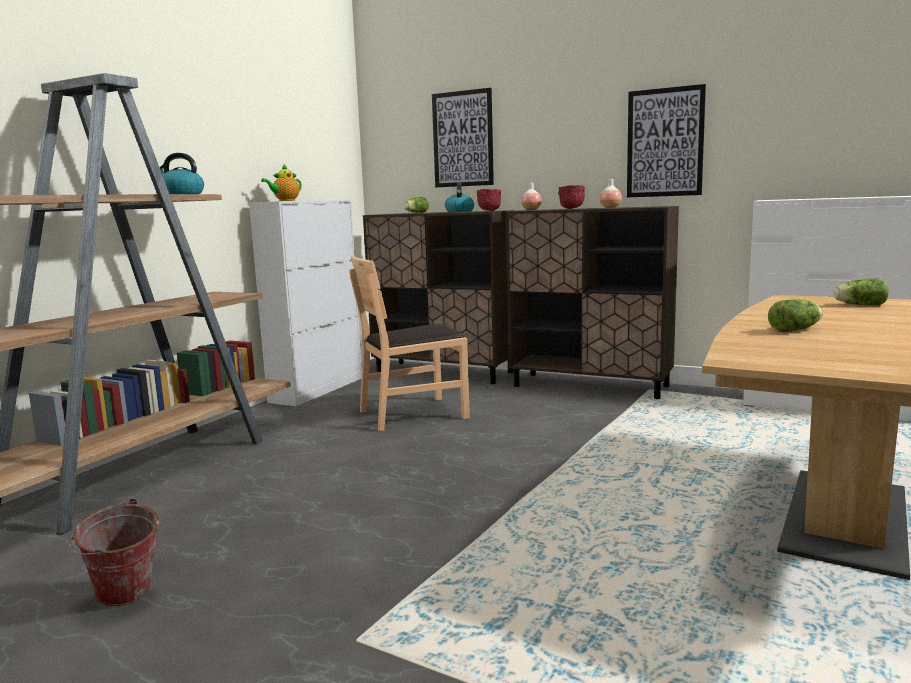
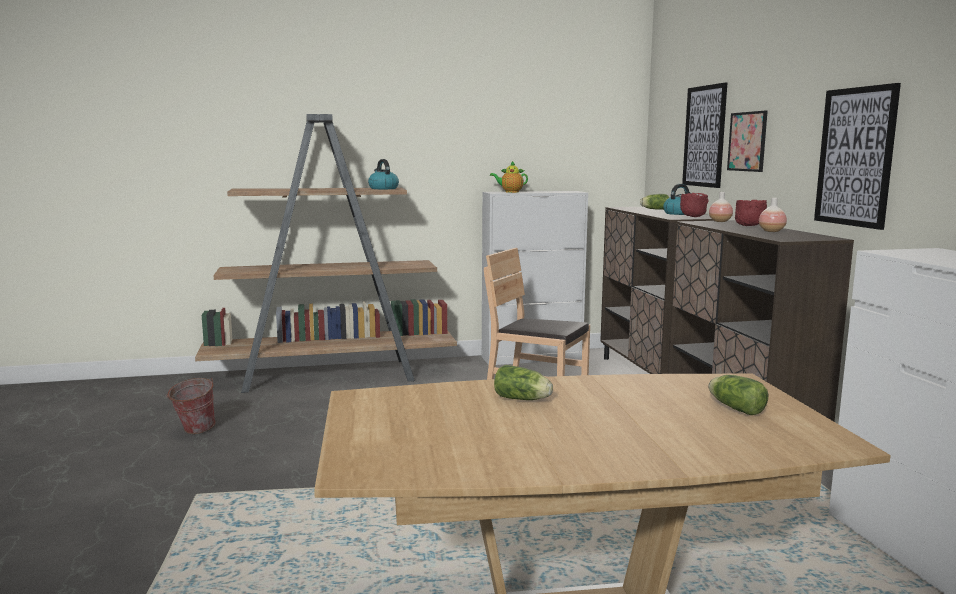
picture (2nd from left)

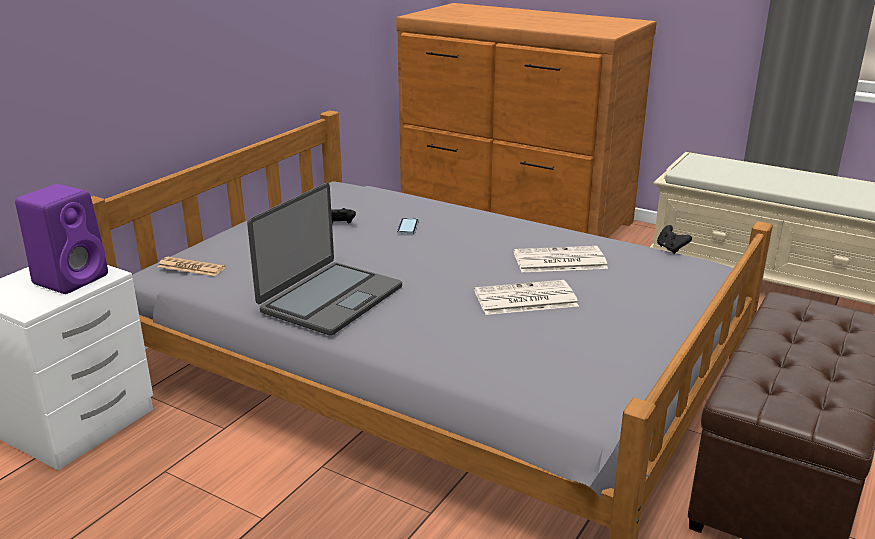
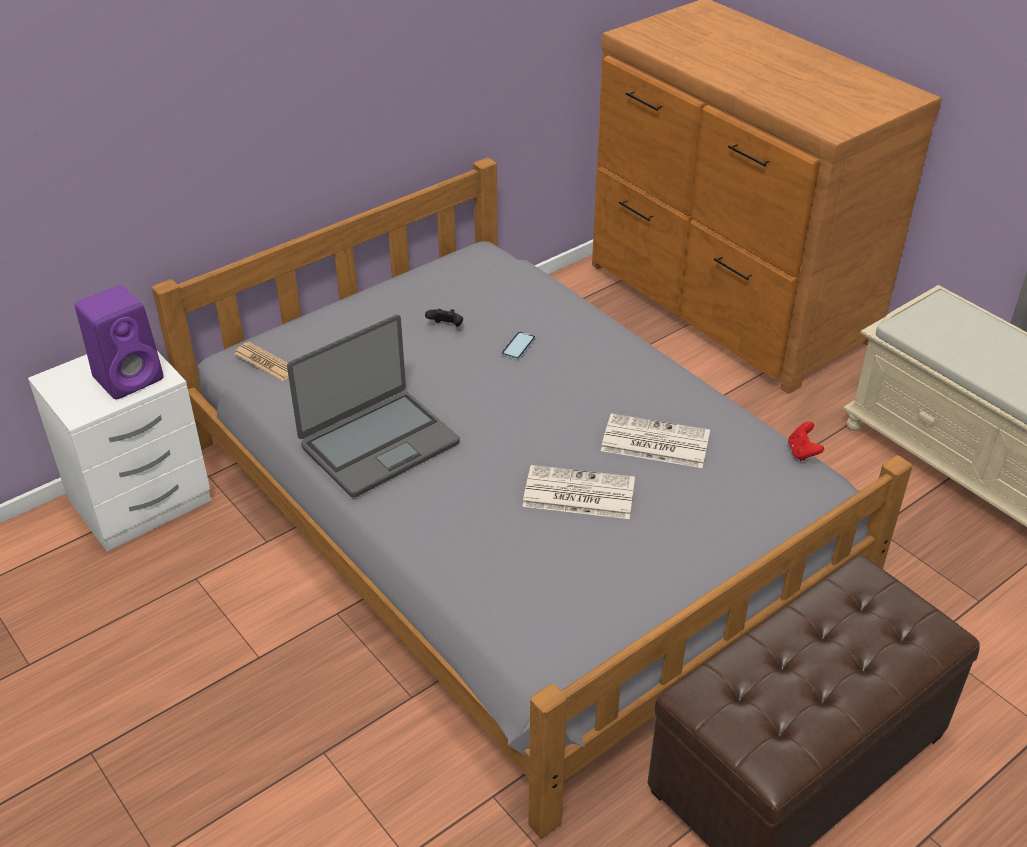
red game controller

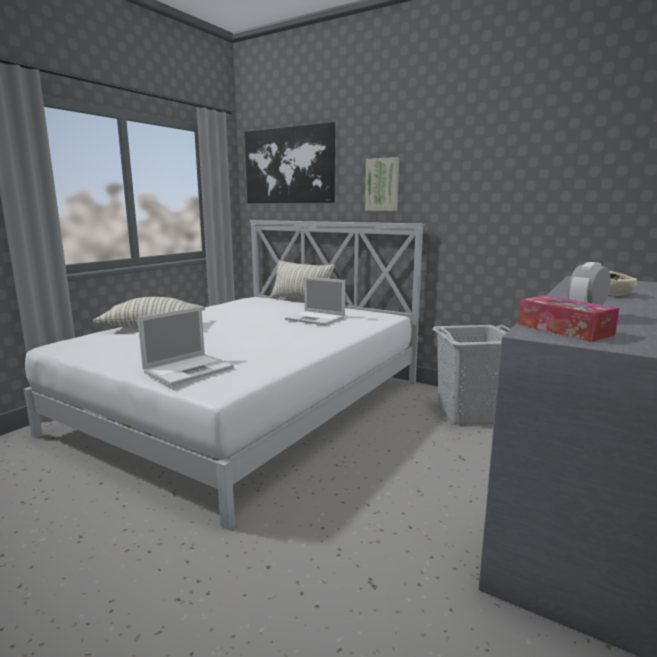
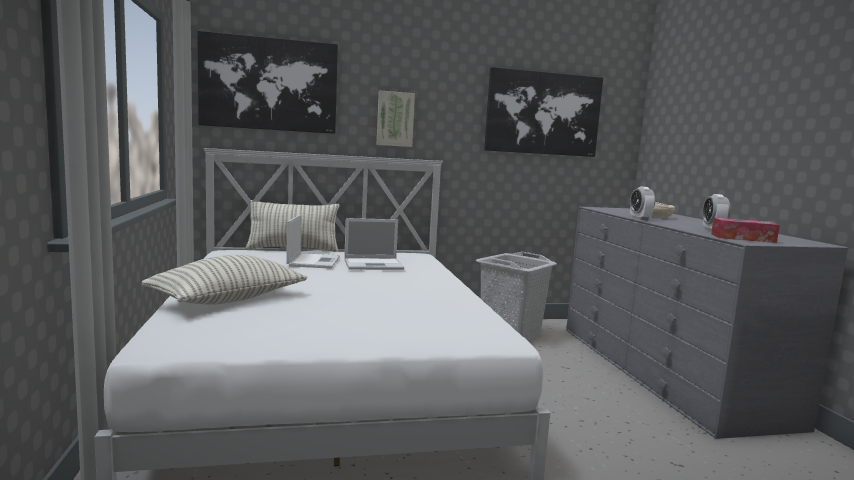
laptop (1st from left)
picture (3rd from left)
alarm clock (1st from left)

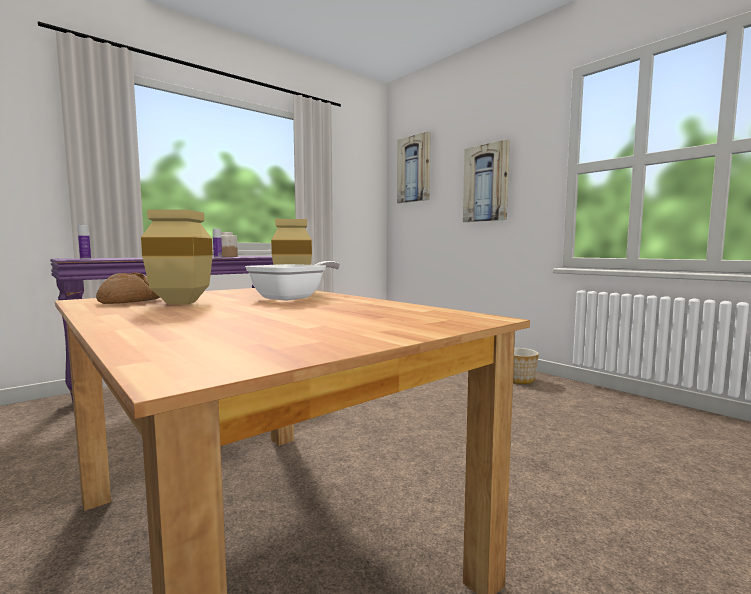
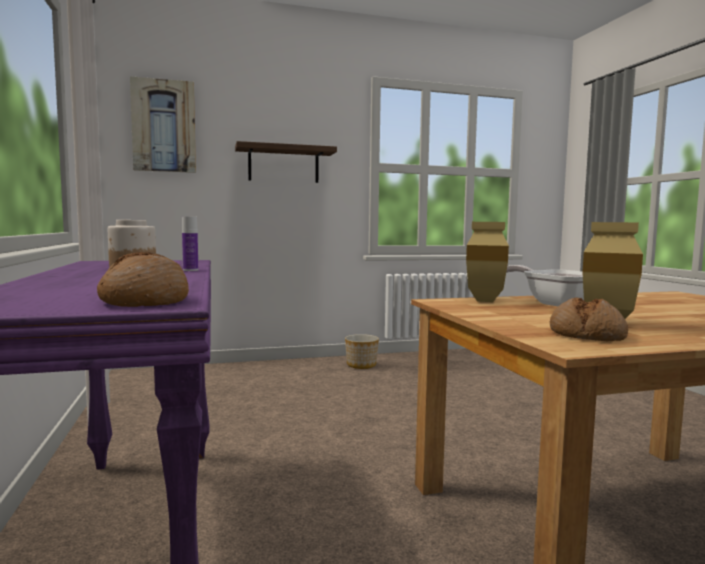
shelf
bread (1st from left)

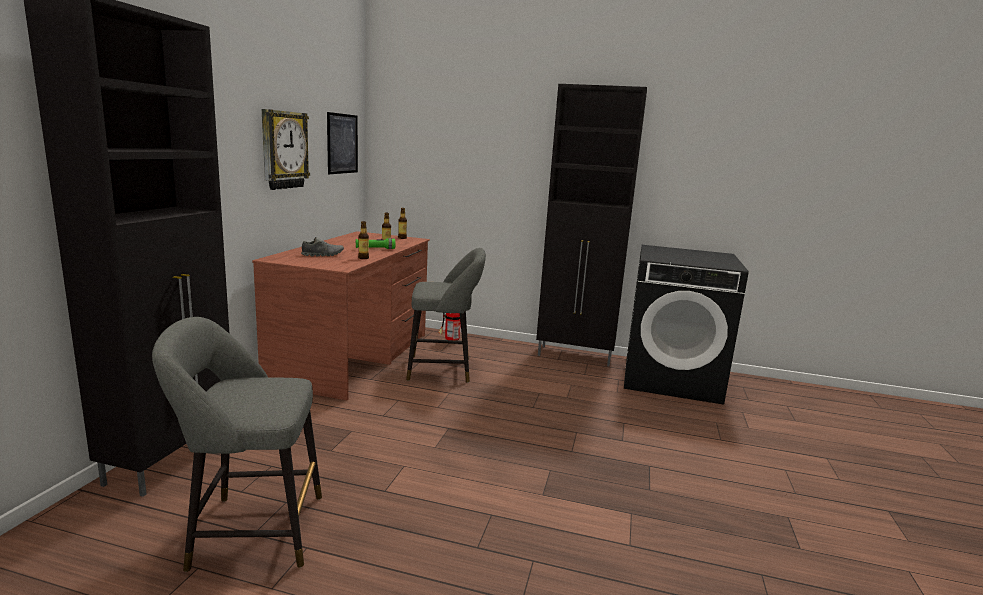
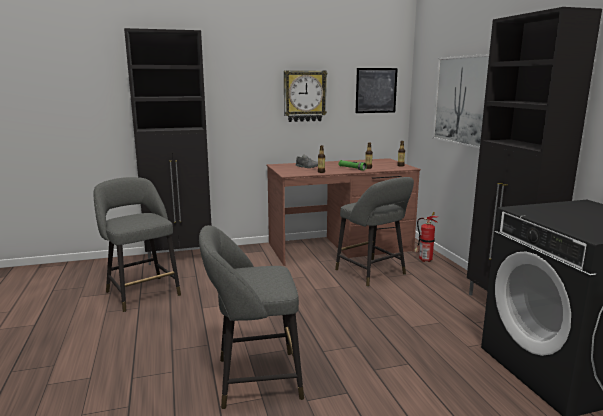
picture (2nd from left)
grey stool (2nd from left)

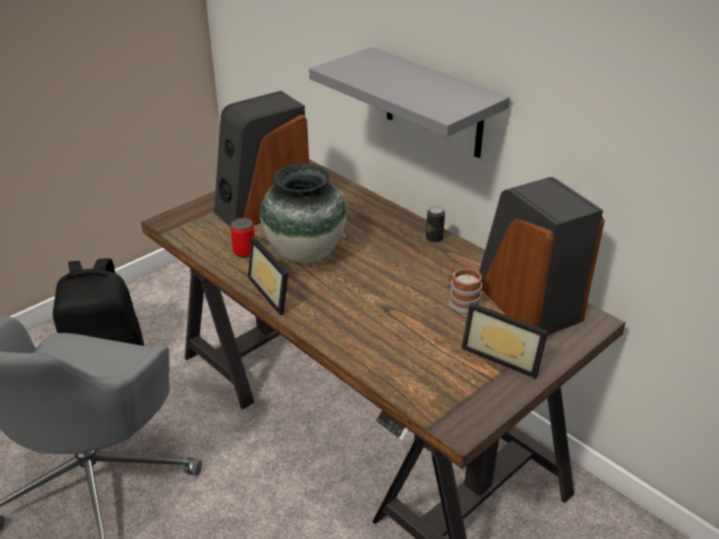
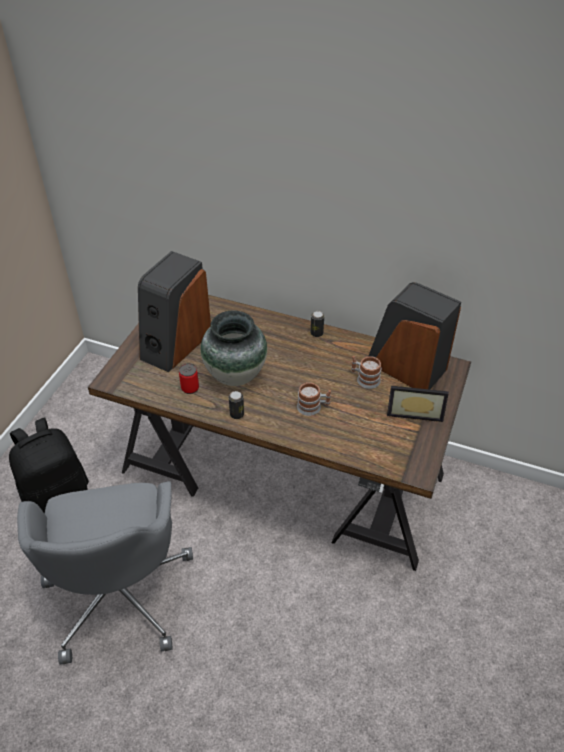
grey shelf
can (2nd from left)
mug (1st from left)

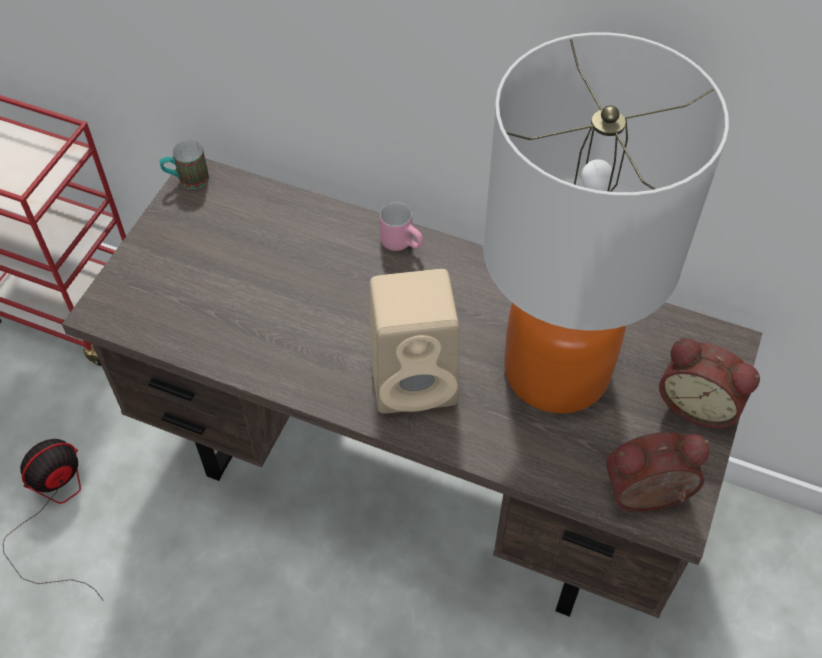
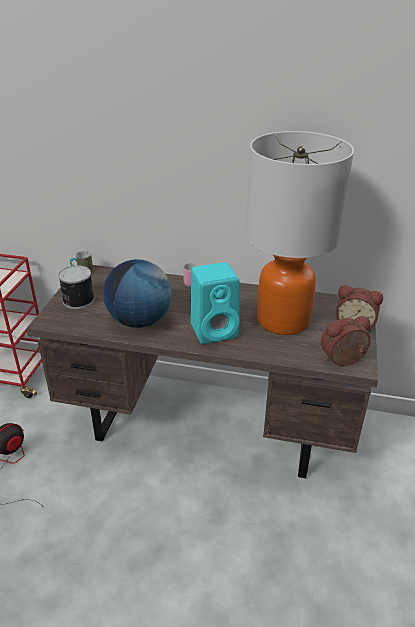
turquoise speaker
globe
can

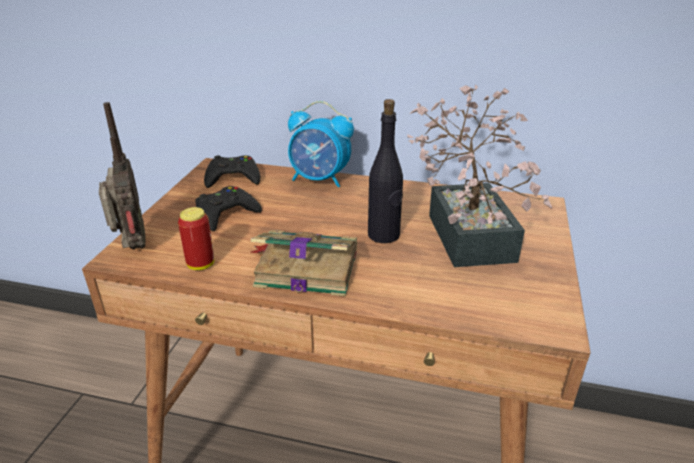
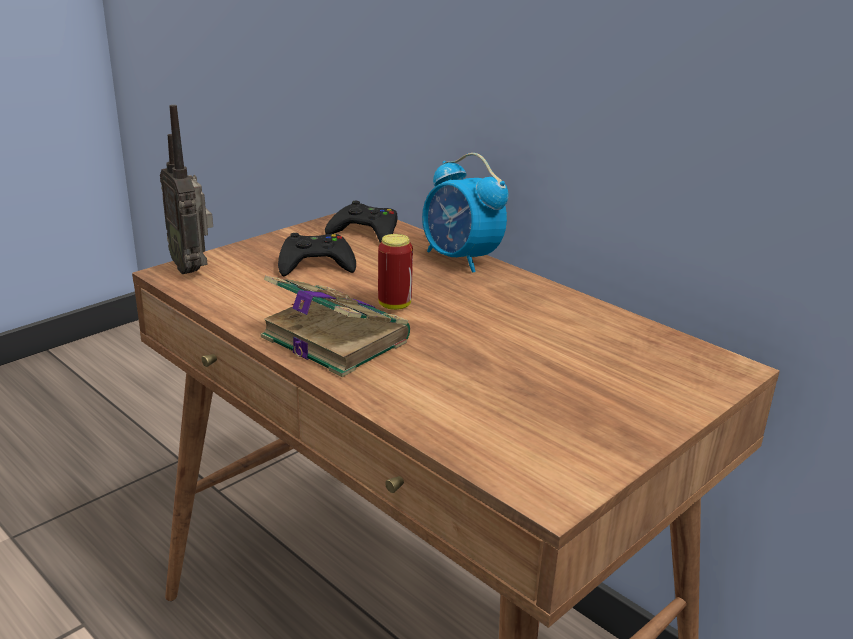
potted plant
black bottle
radio
can

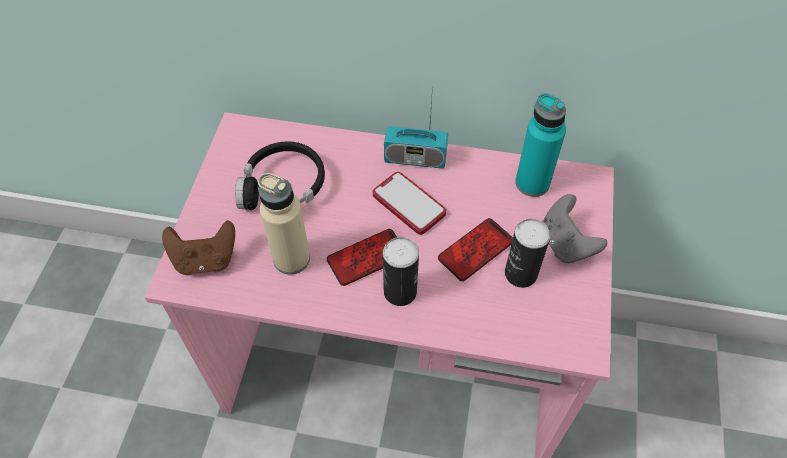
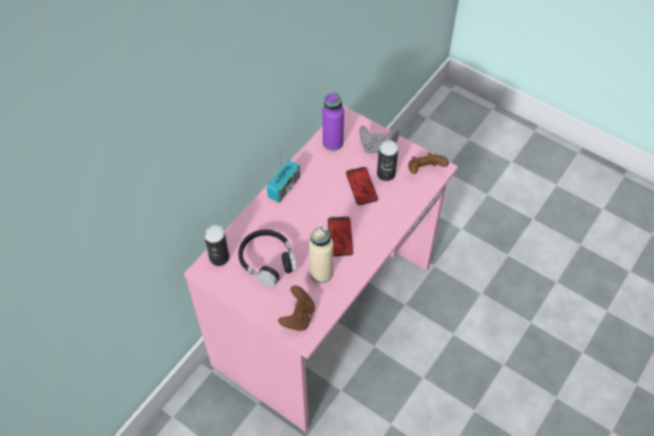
purple bottle
phone (2nd from left in the first image)
can (1st from left)
brown game controller (2nd from left)

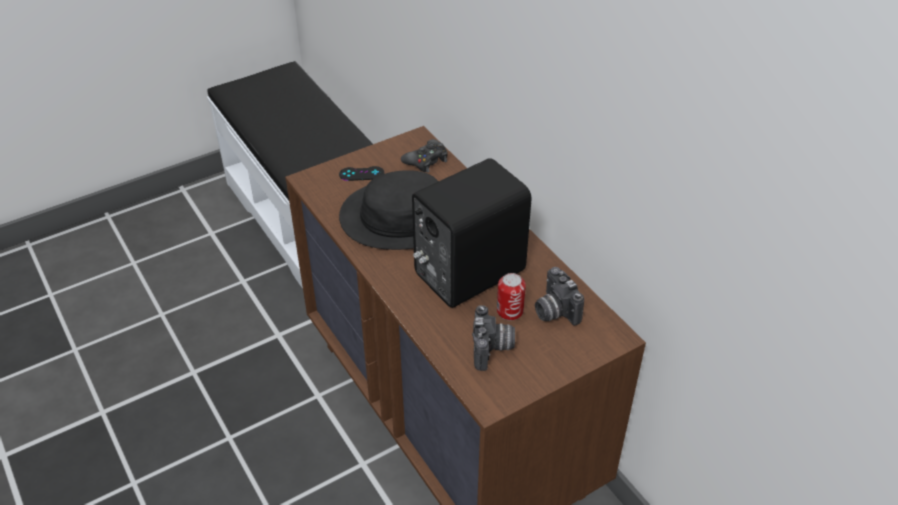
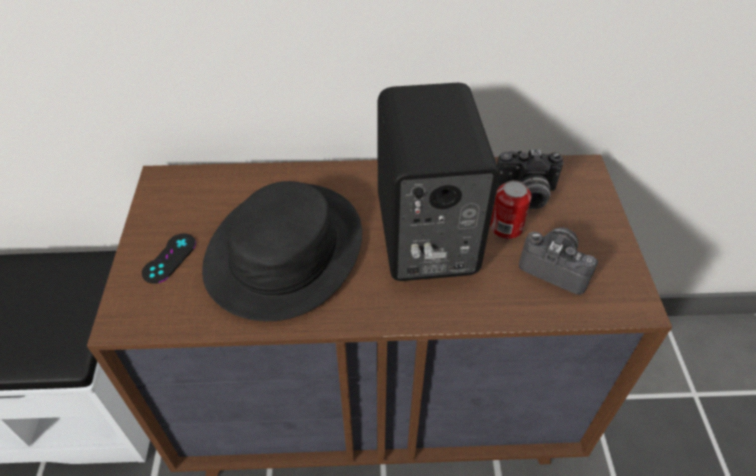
black game controller (2nd from left in the first image)

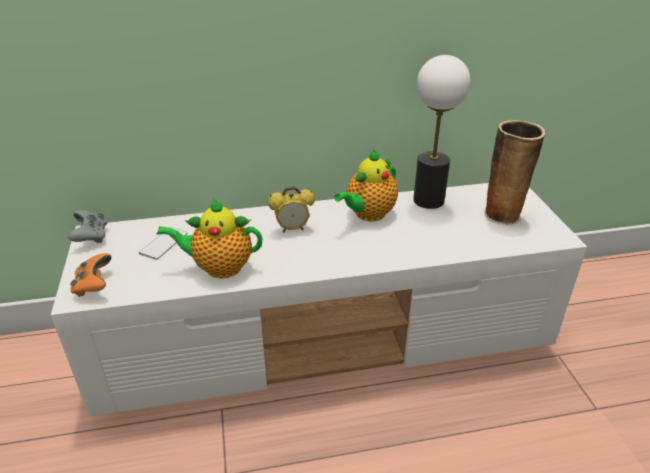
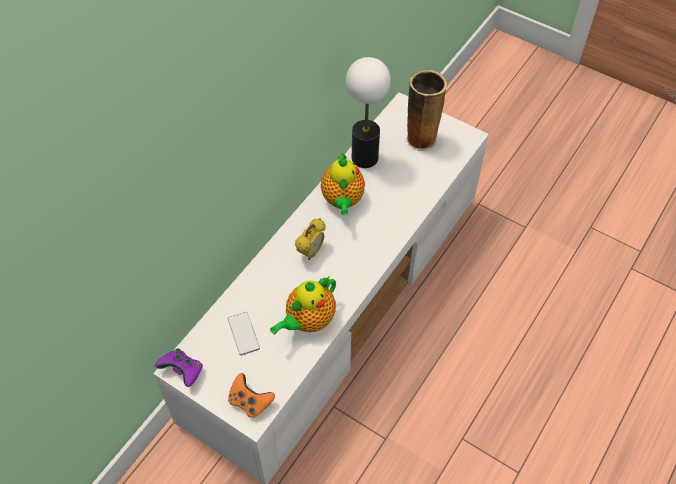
purple game controller

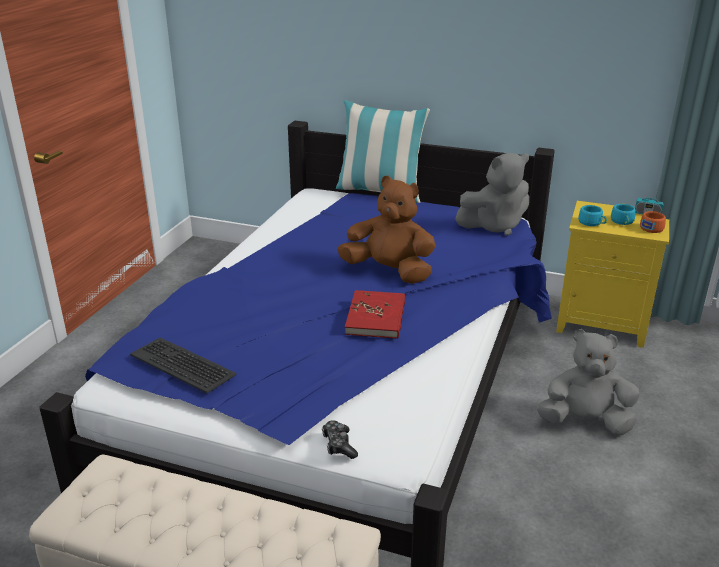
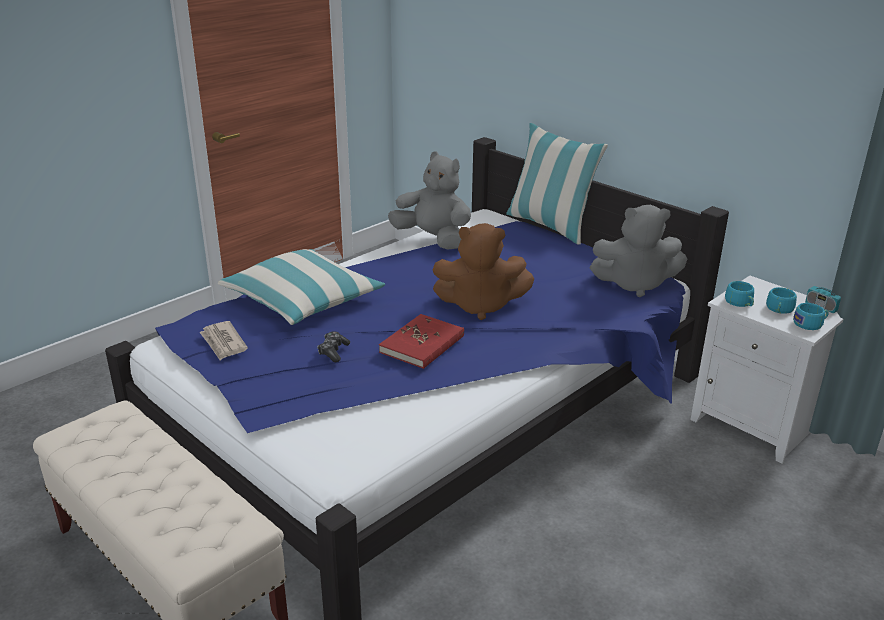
brown plush toy
white nightstand
turquoise cup (3rd from left)
grey plush toy (1st from left)
newspaper
game controller
pillow (1st from left)

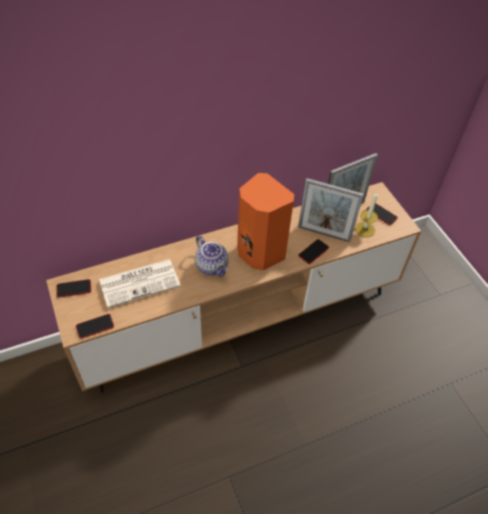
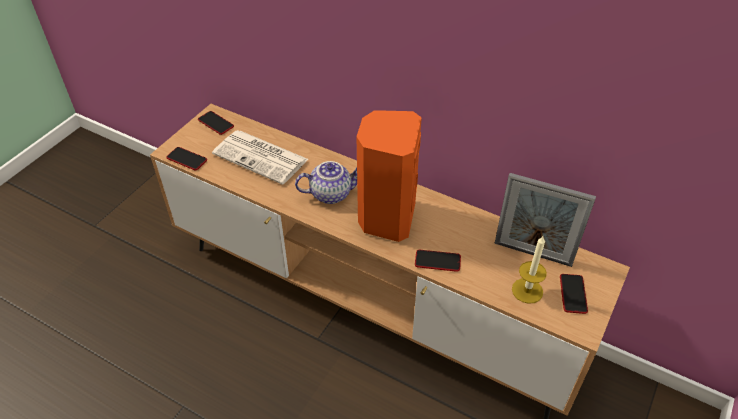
picture frame (1st from left in the first image)
teapot

